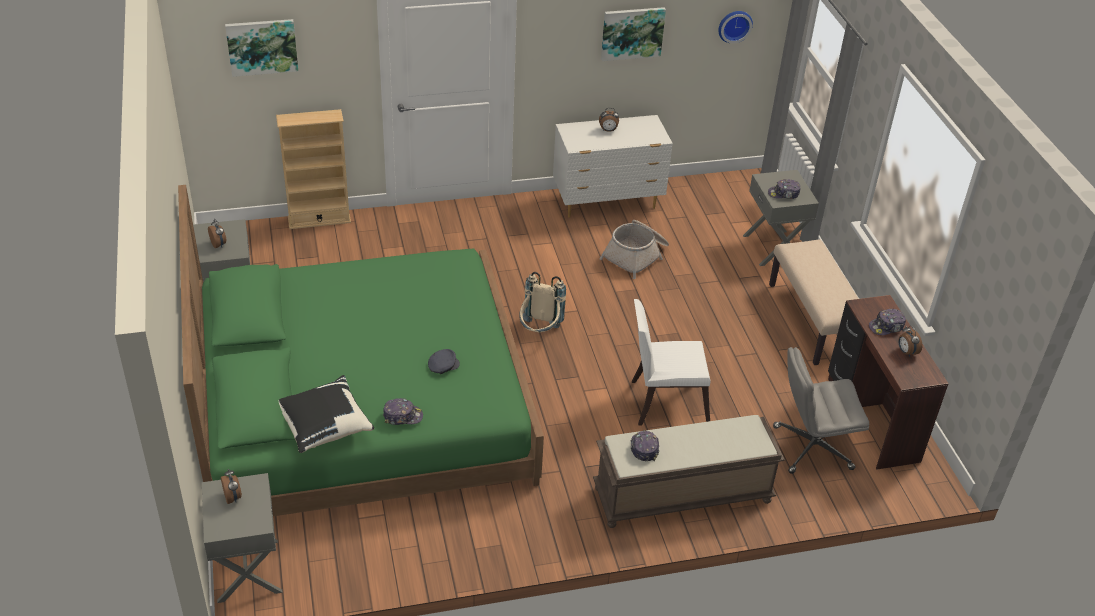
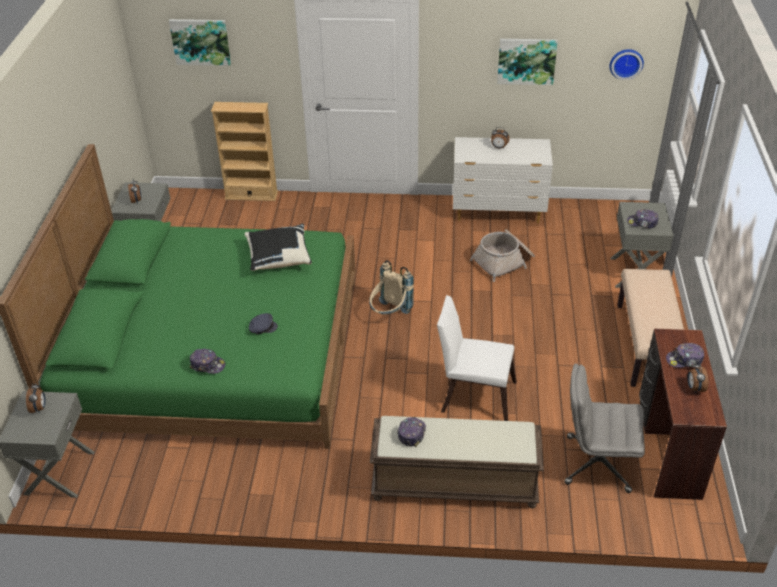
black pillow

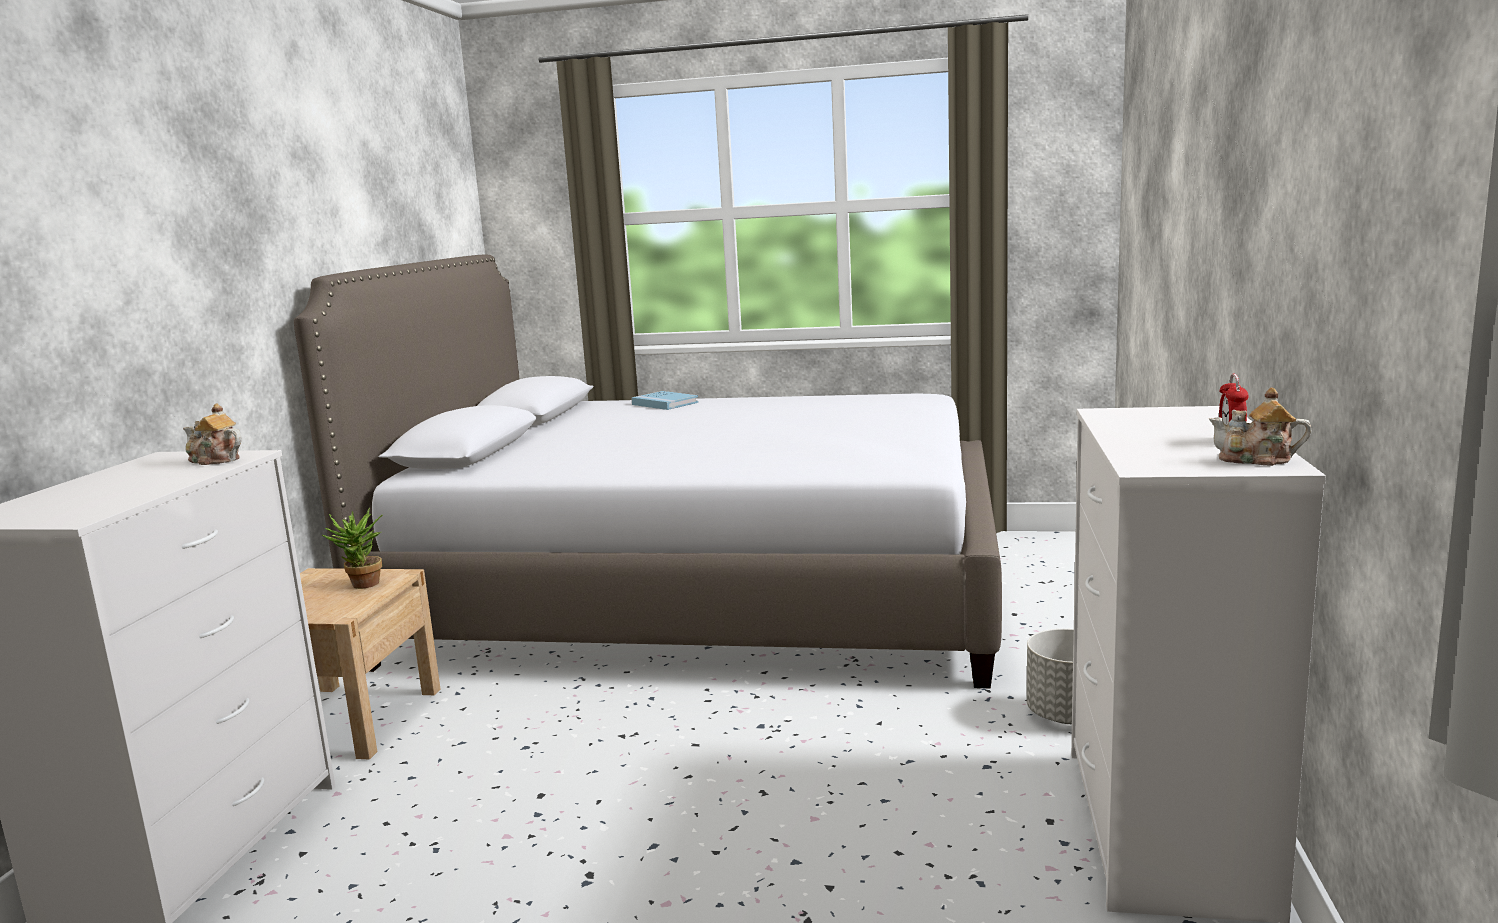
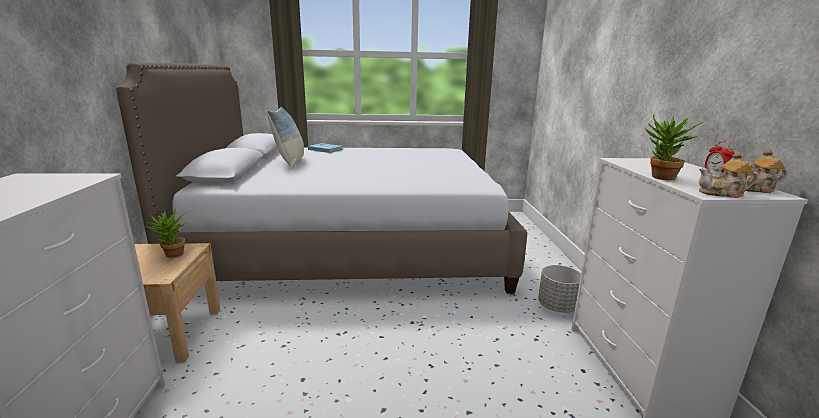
teapot (1st from left)
pillow
potted plant (2nd from left)

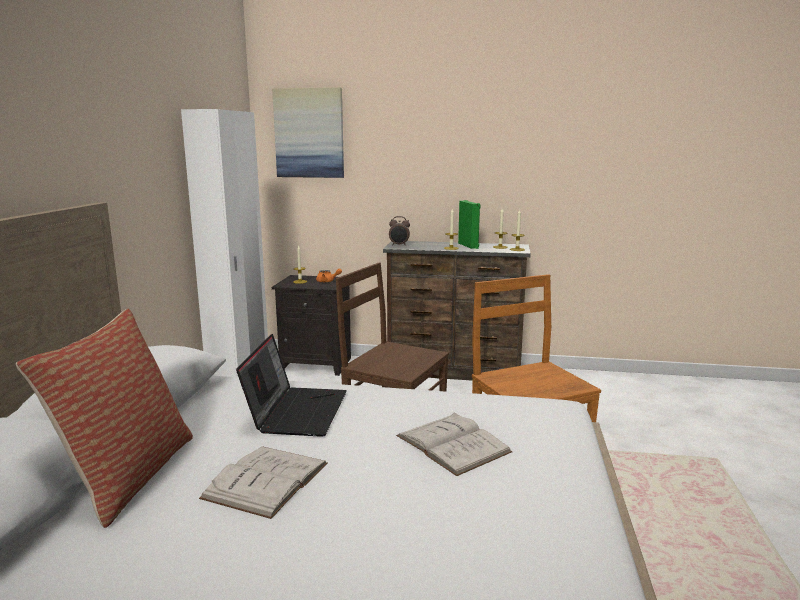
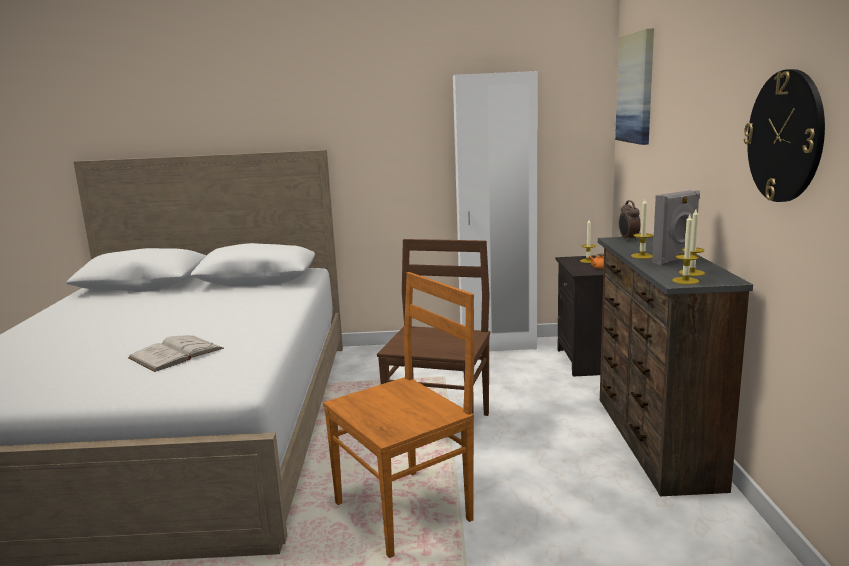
grey speaker
pillow
laptop
white book (1st from left in the first image)
wall clock

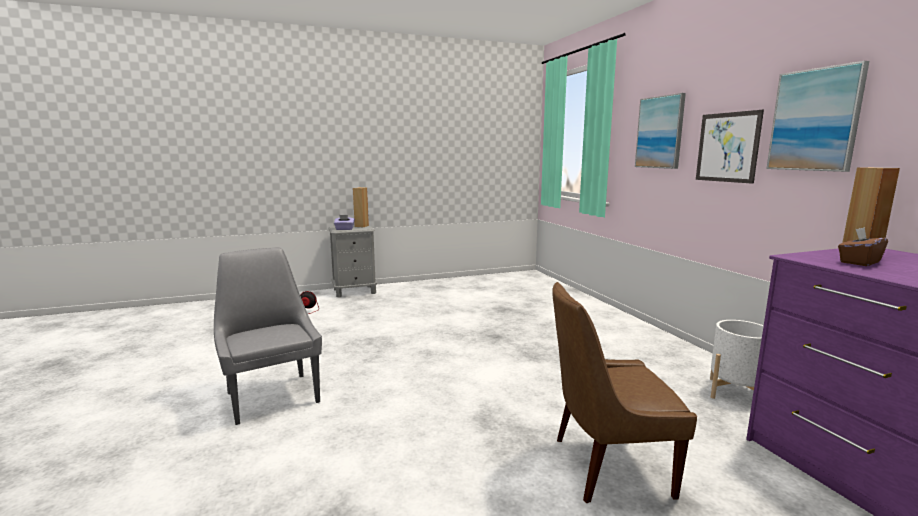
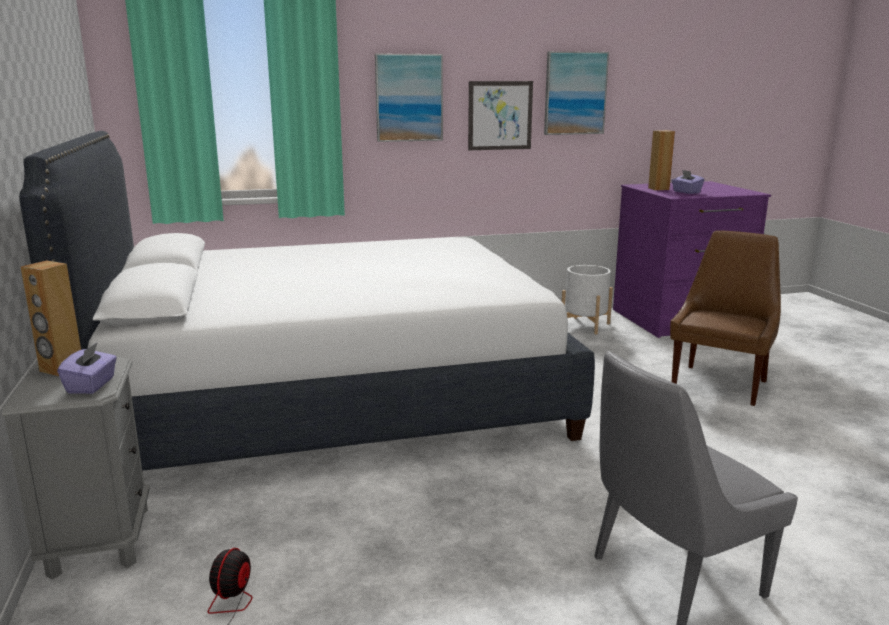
purple tissue box (2nd from left)
brown chair
white bed

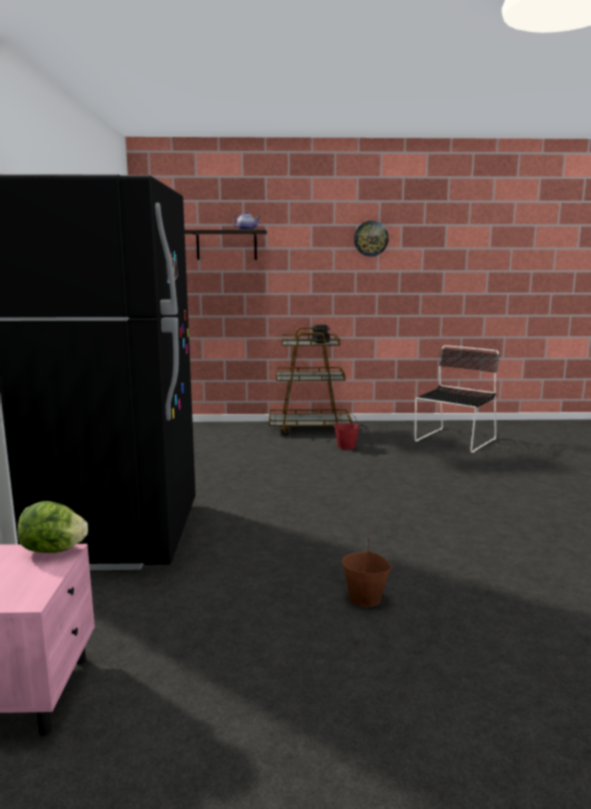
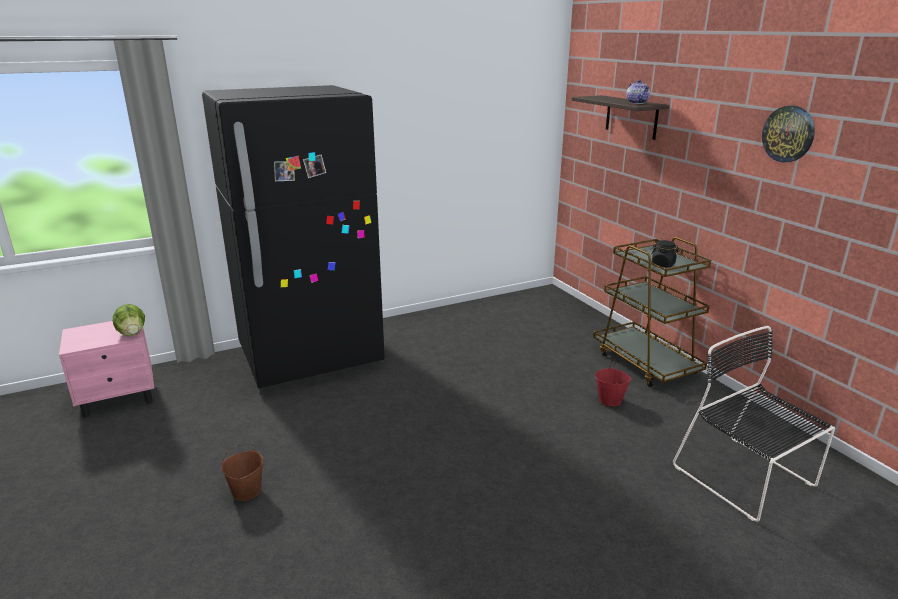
black chair

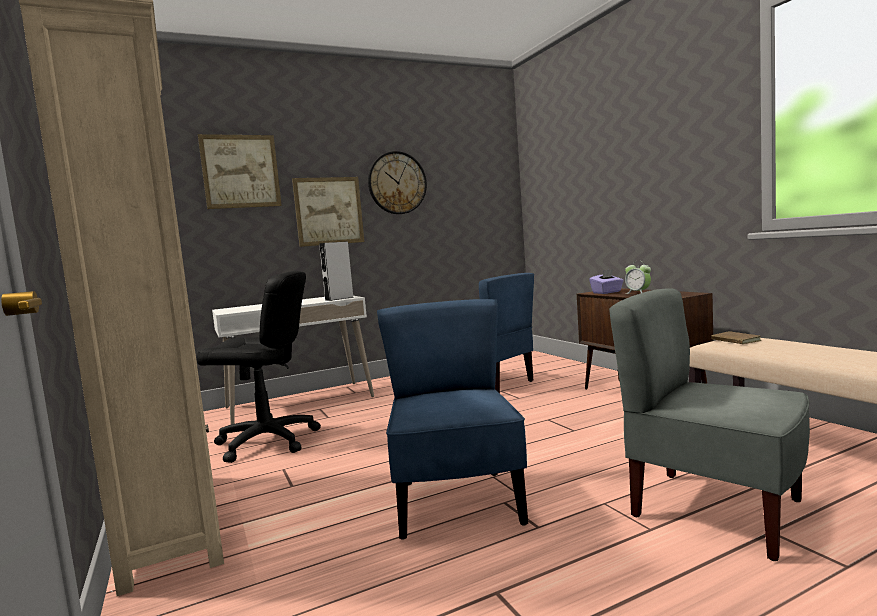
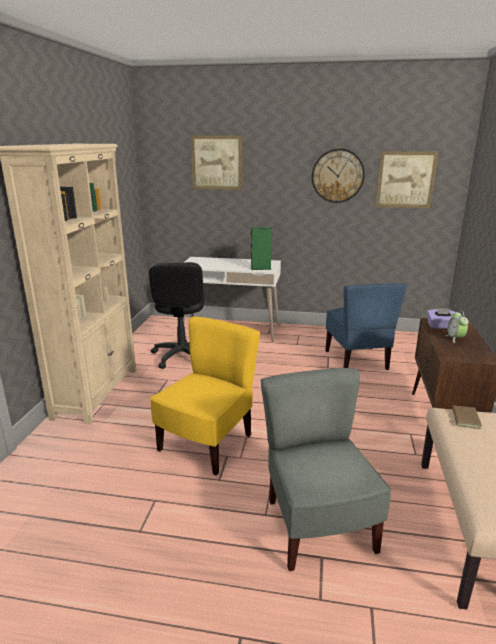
picture (2nd from left)
green speaker
black office chair
yellow chair

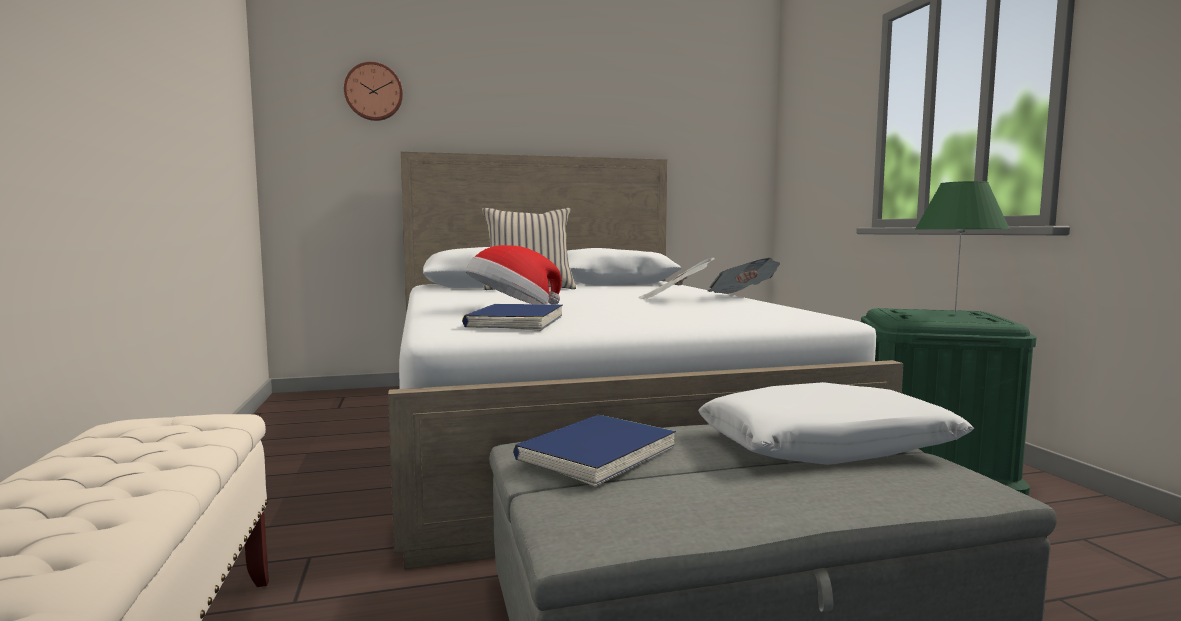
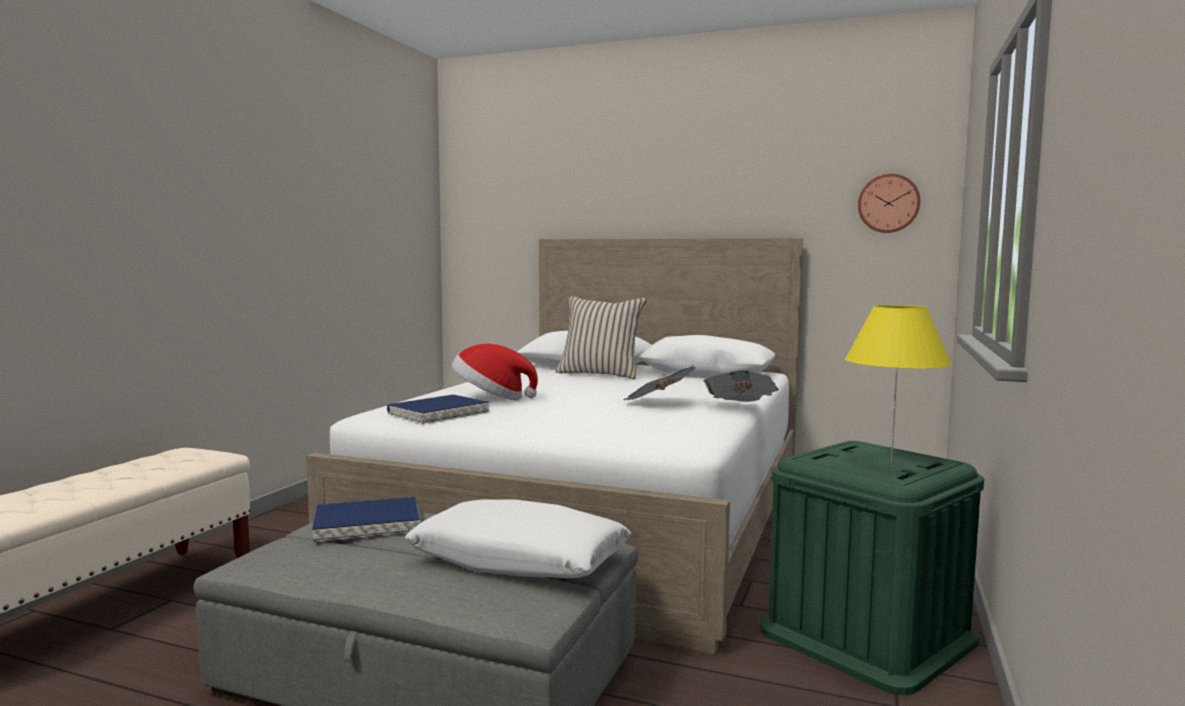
wall clock
yellow table lamp

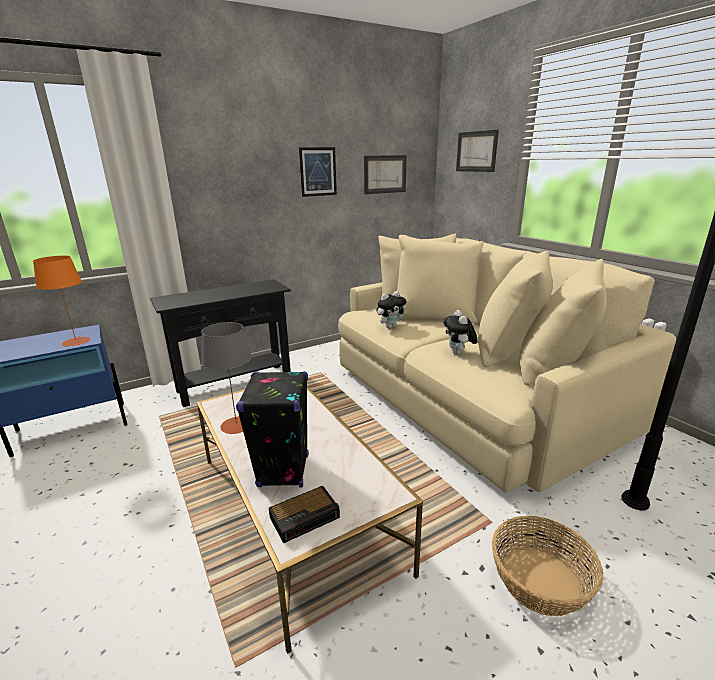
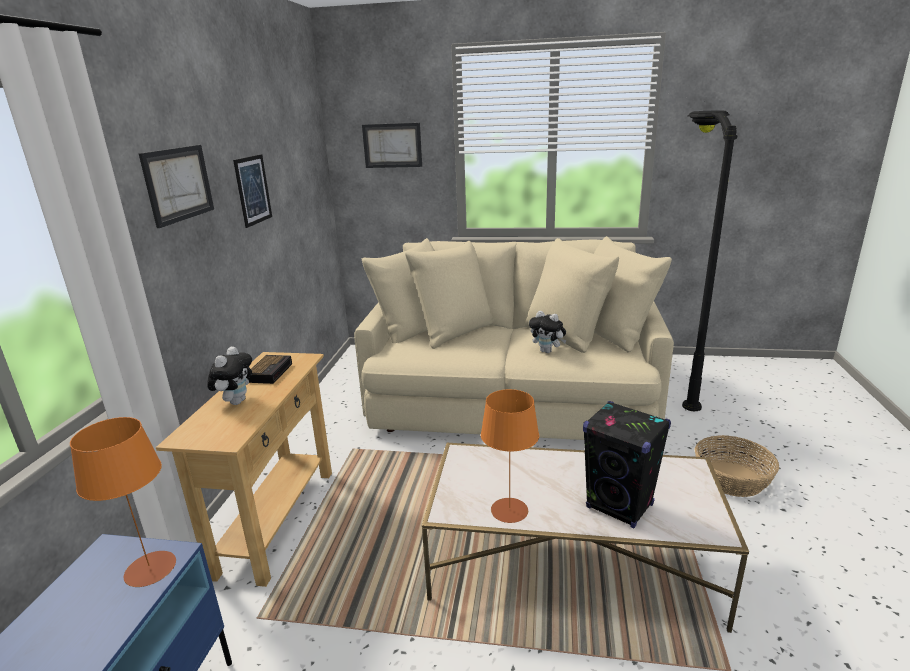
picture (1st from left)
beige console table
plush toy (1st from left)
orange table lamp (2nd from left)
alarm clock

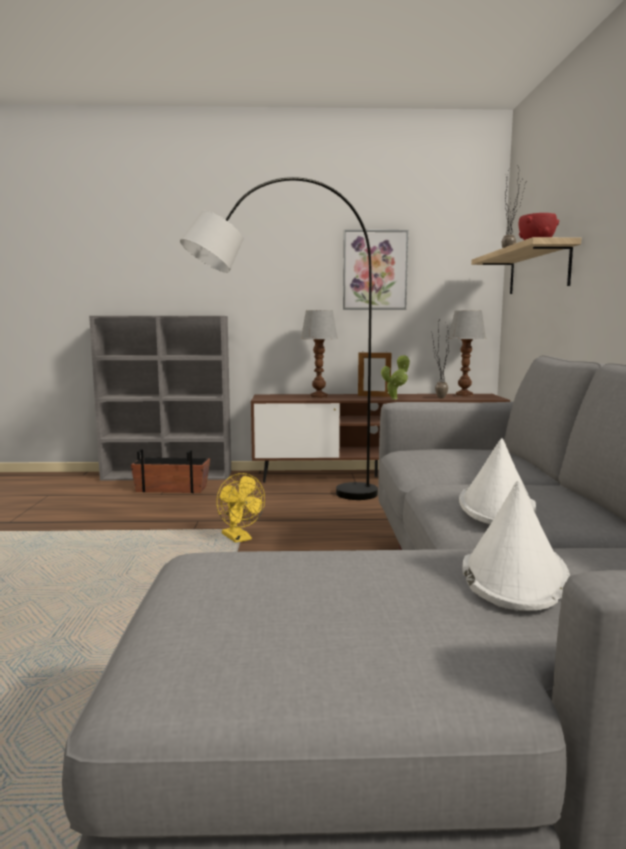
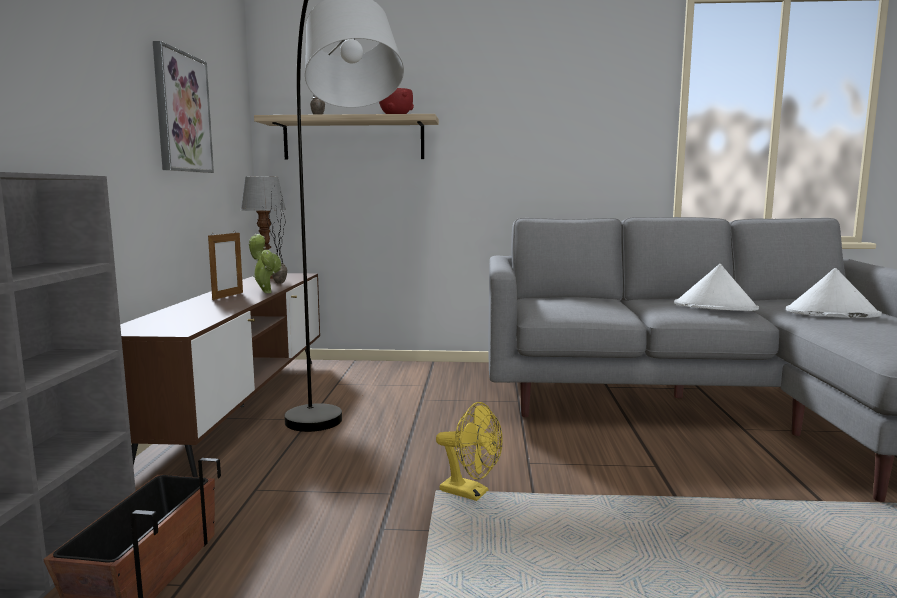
table lamp (1st from left in the first image)
yellow fan

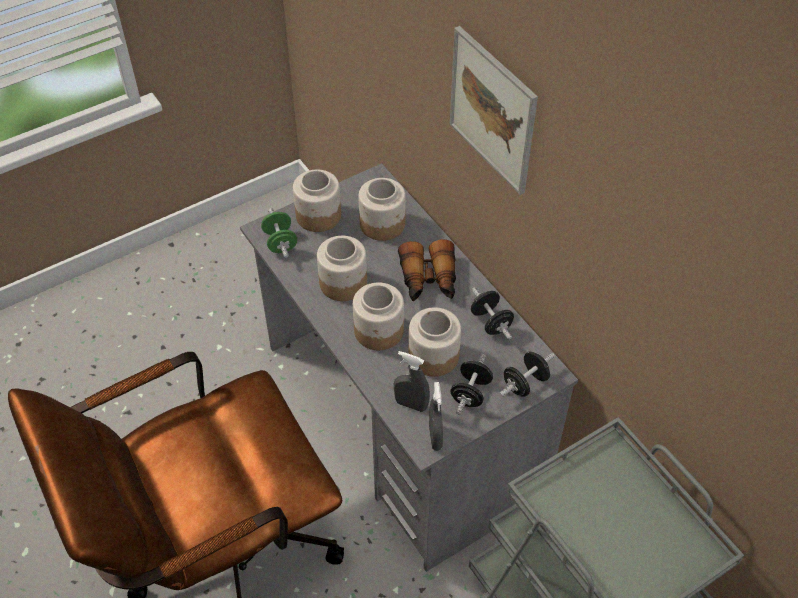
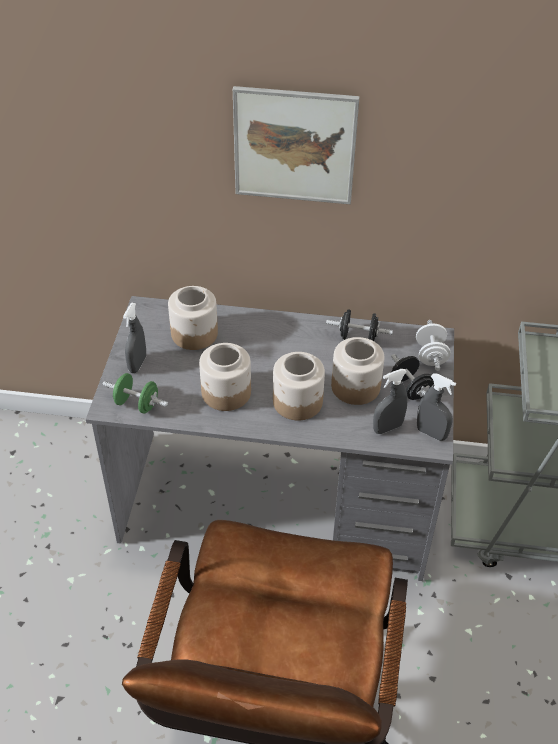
grey spray bottle (1st from left)
binoculars
white dumbbell

